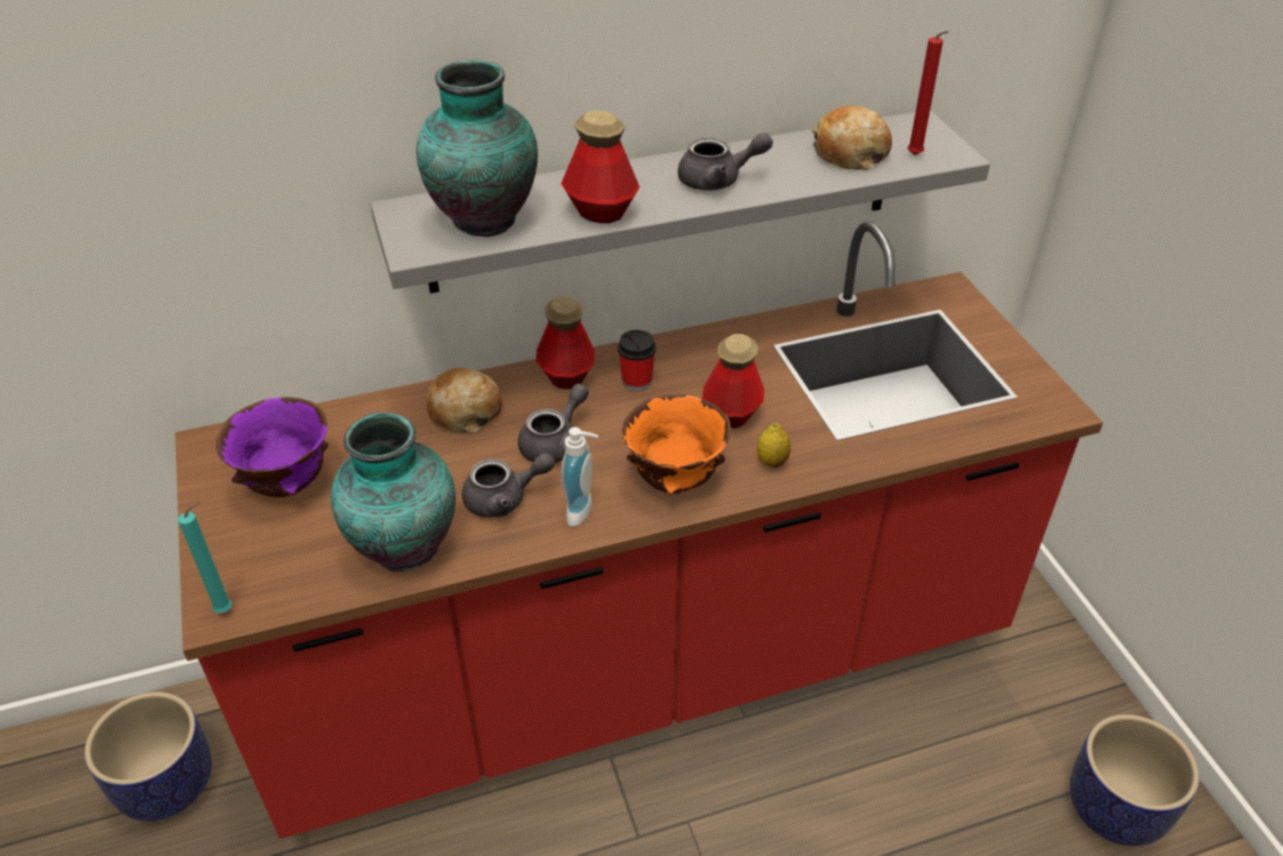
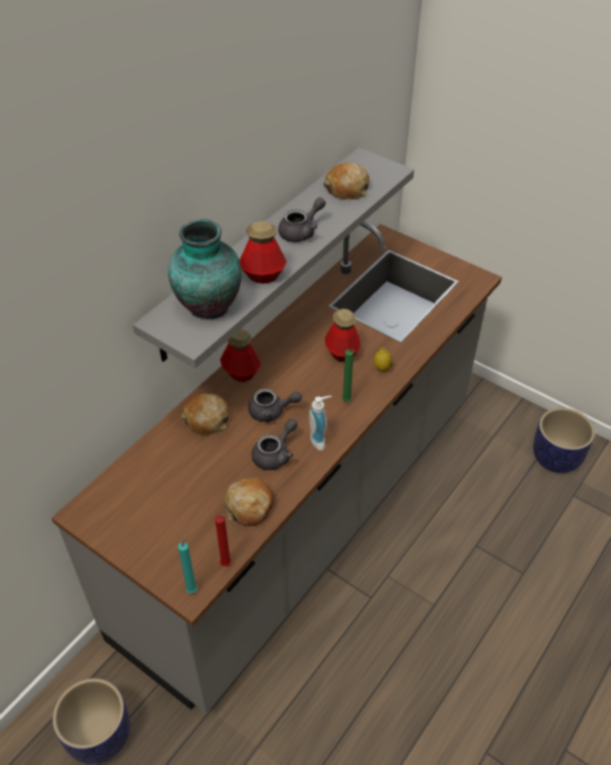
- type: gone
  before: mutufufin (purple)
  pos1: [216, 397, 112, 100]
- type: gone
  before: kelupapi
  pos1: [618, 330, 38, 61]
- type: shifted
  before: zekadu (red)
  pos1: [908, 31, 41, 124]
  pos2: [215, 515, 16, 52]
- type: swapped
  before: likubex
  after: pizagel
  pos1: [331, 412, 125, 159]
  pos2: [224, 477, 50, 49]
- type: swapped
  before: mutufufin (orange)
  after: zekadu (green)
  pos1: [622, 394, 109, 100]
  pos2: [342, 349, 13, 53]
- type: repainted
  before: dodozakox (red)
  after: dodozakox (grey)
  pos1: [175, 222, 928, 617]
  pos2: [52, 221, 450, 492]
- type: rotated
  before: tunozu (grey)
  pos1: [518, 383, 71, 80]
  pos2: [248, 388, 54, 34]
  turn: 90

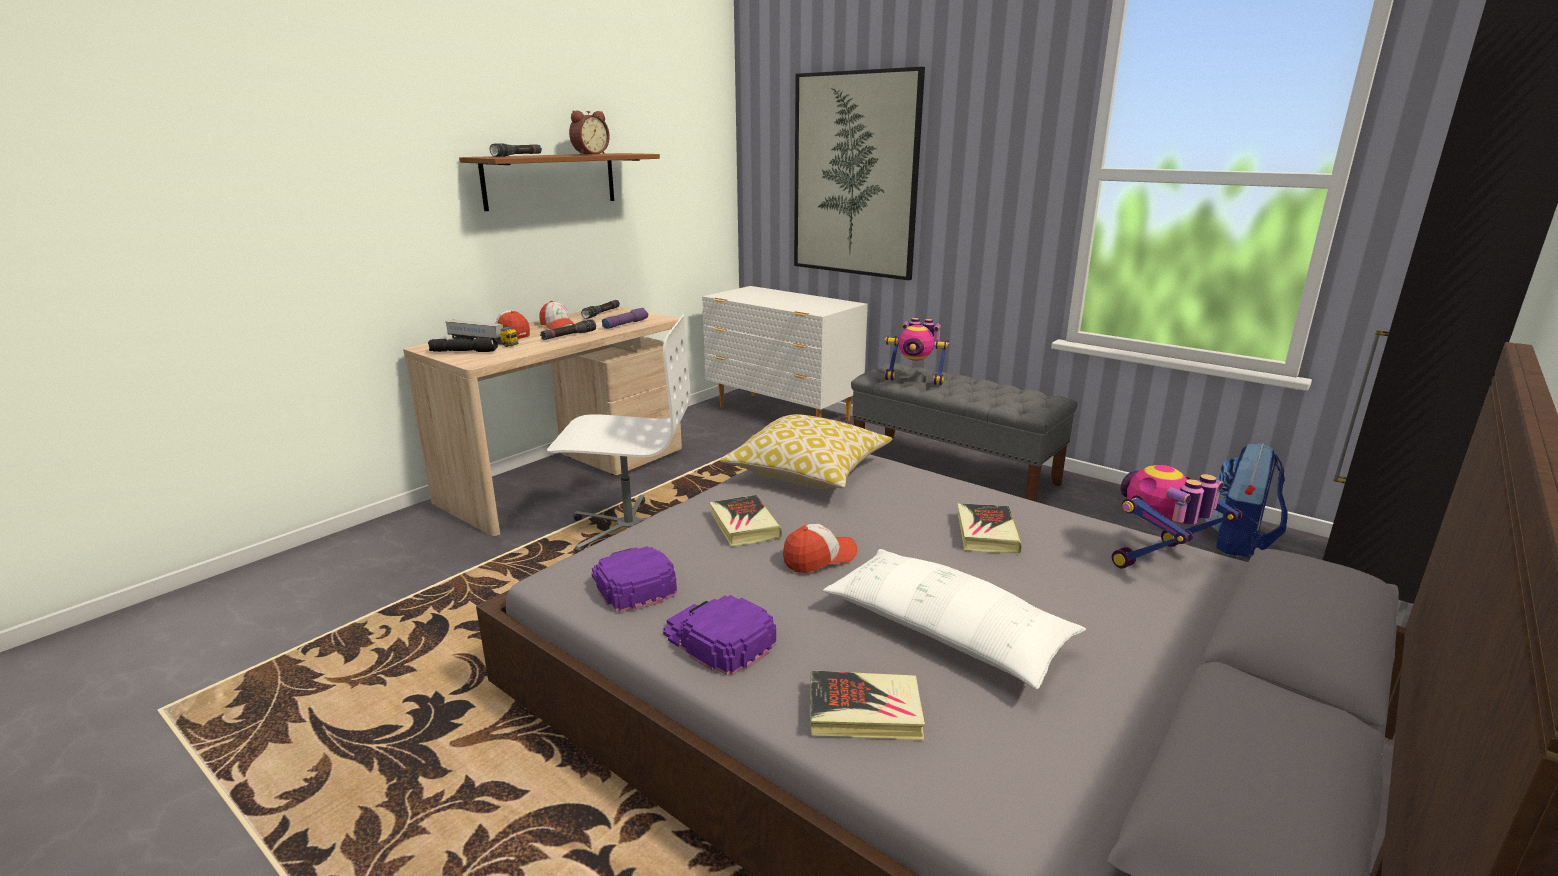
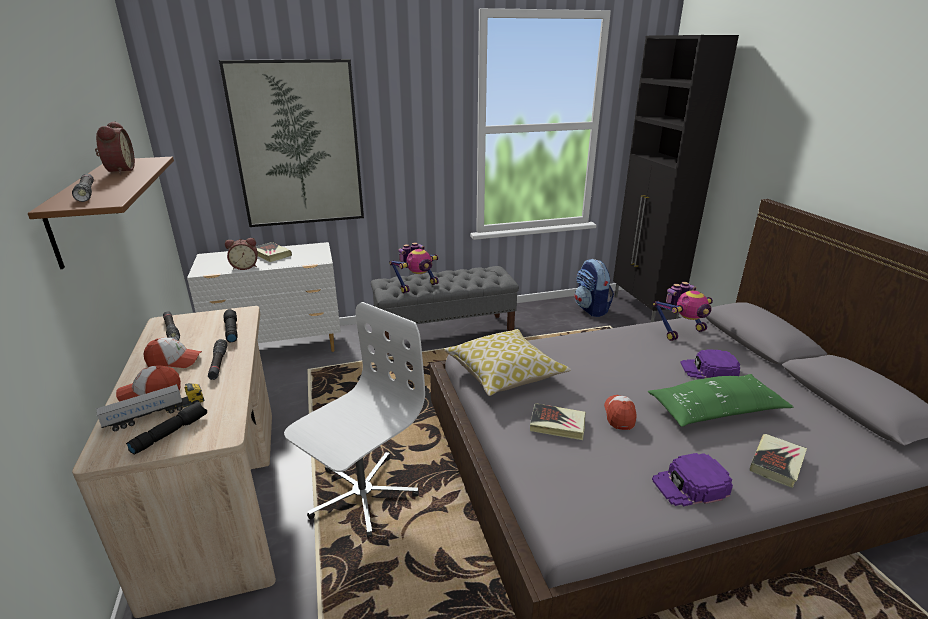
- type: new
  after: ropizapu
  pos2: [225, 238, 33, 32]
- type: shifted
  before: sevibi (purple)
  pos1: [592, 546, 85, 67]
  pos2: [680, 349, 60, 30]
- type: shifted
  before: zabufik
  pos1: [958, 503, 64, 51]
  pos2: [256, 242, 36, 20]
- type: repainted
  before: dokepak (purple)
  after: dokepak (black)
  pos1: [602, 308, 46, 21]
  pos2: [224, 309, 14, 33]
- type: repainted
  before: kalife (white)
  after: kalife (green)
  pos1: [823, 549, 263, 140]
  pos2: [648, 374, 146, 53]
- type: rotated
  before: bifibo
  pos1: [1112, 465, 130, 104]
  pos2: [653, 282, 60, 59]
  turn: -120

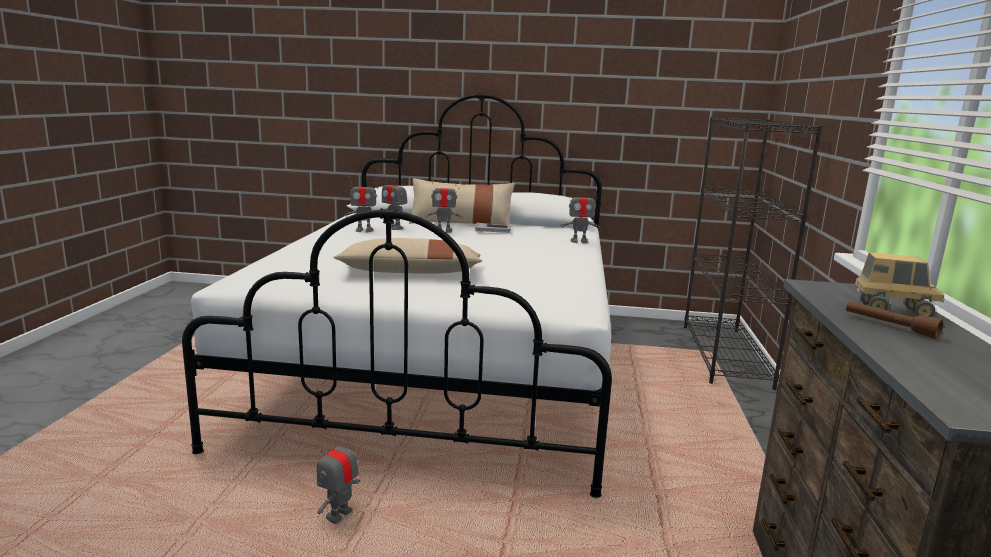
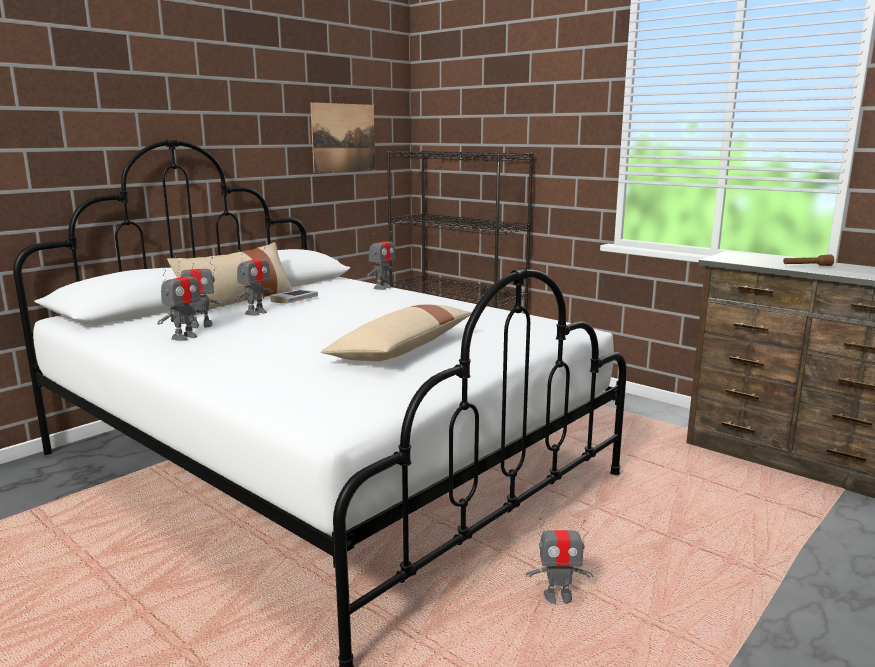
- type: gone
  before: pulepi
  pos1: [855, 252, 89, 65]
- type: new
  after: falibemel
  pos2: [310, 102, 65, 71]
- type: rotated
  before: bifibo
  pos1: [317, 430, 44, 94]
  pos2: [526, 517, 67, 87]
  turn: -60

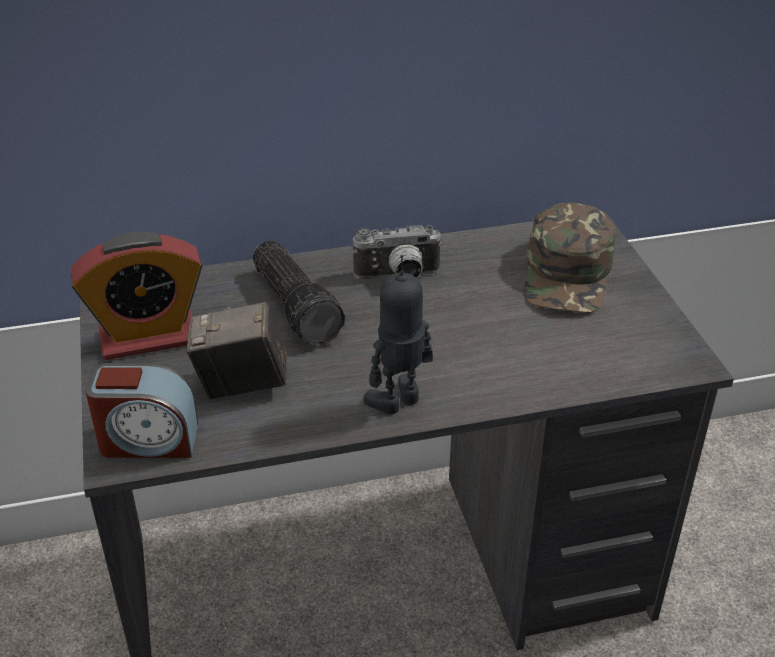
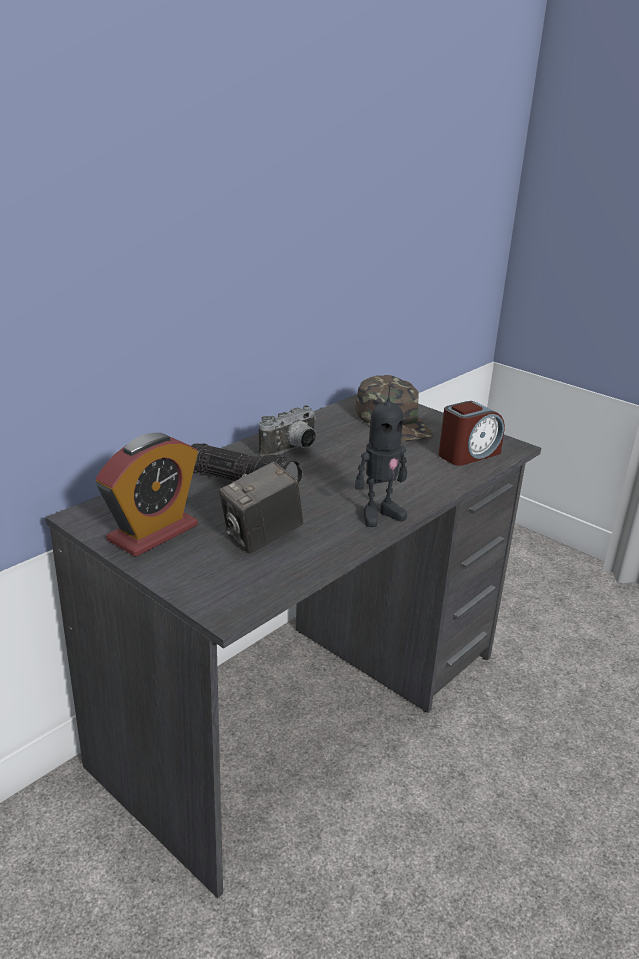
- type: shifted
  before: ropizapu
  pos1: [86, 363, 112, 95]
  pos2: [439, 401, 66, 65]
- type: rotated
  before: bifibo
  pos1: [363, 255, 70, 159]
  pos2: [355, 385, 52, 142]
  turn: -135

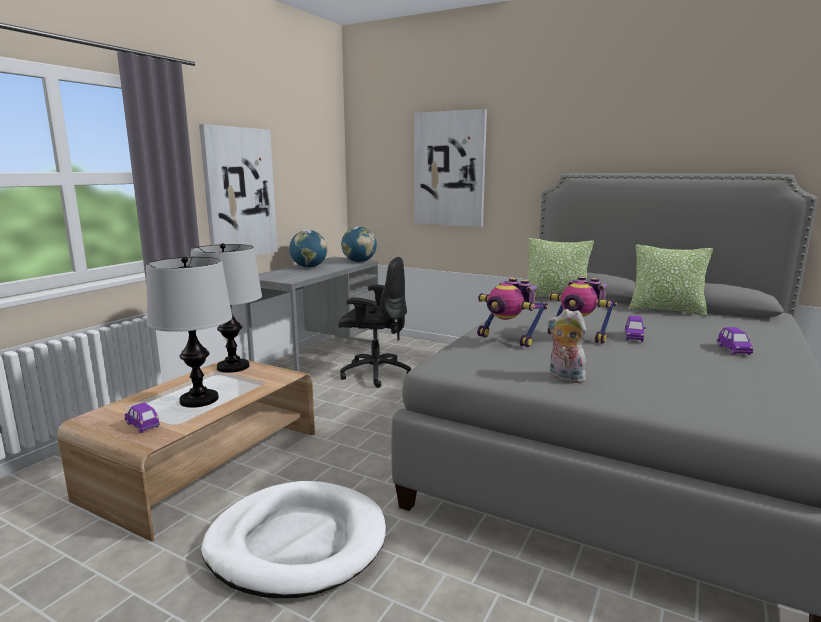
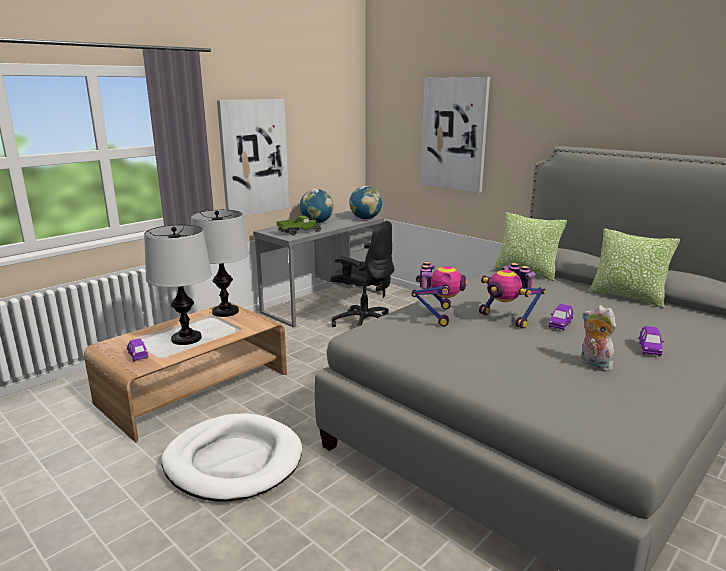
- type: new
  after: pulepi
  pos2: [277, 216, 45, 20]
- type: shifted
  before: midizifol
  pos1: [547, 309, 41, 74]
  pos2: [581, 305, 35, 67]
- type: rotated
  before: bifibo
  pos1: [477, 278, 71, 69]
  pos2: [411, 261, 56, 66]
  turn: -135

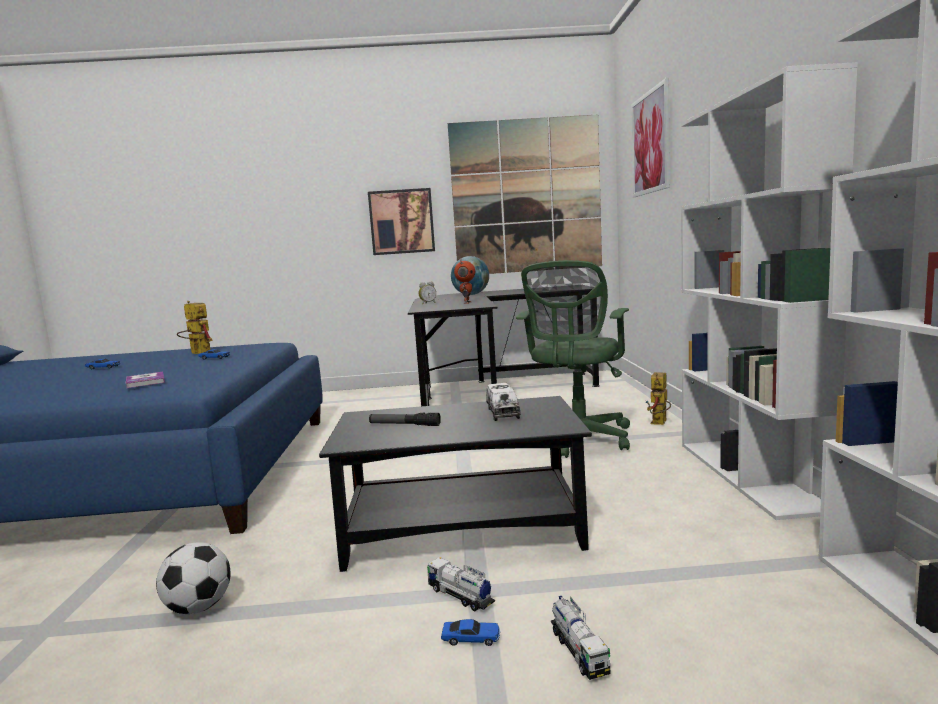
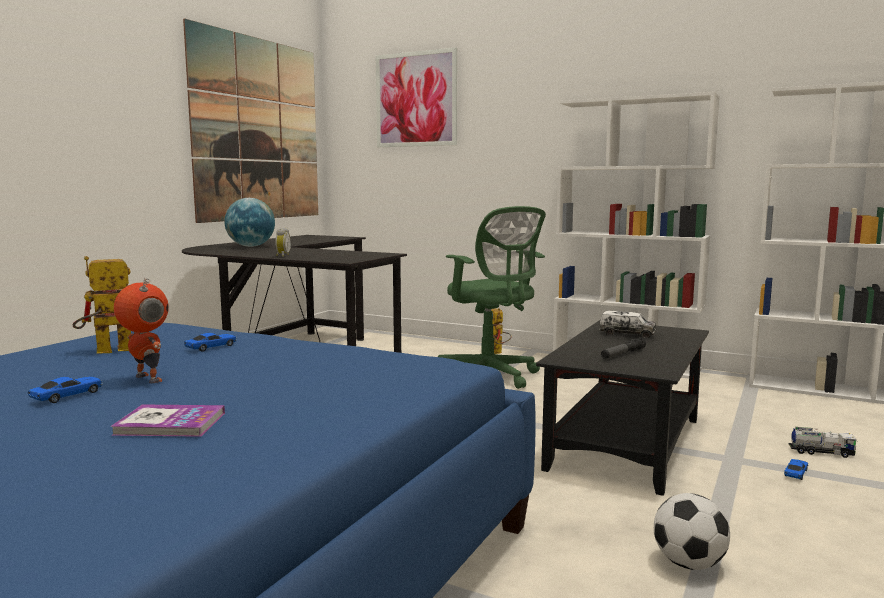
- type: gone
  before: falibemel
  pos1: [368, 188, 67, 67]
- type: gone
  before: pulepi
  pos1: [427, 557, 68, 54]
- type: shifted
  before: zabufik
  pos1: [126, 372, 39, 16]
  pos2: [110, 405, 115, 32]
- type: shifted
  before: bifibo
  pos1: [454, 258, 21, 46]
  pos2: [114, 278, 55, 105]

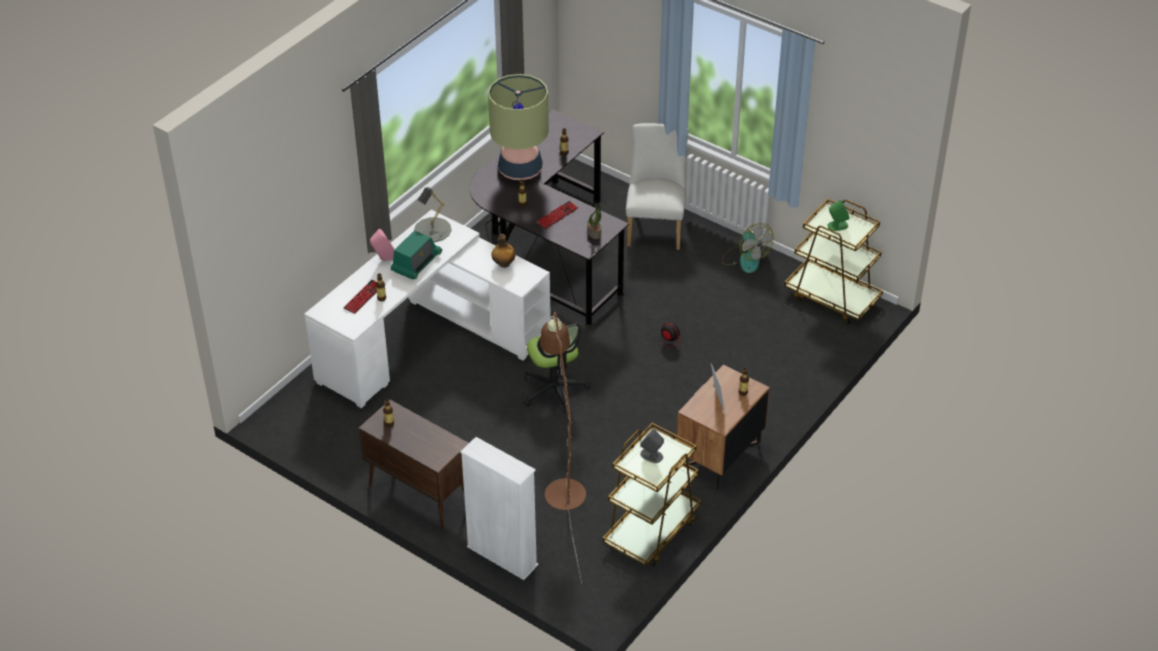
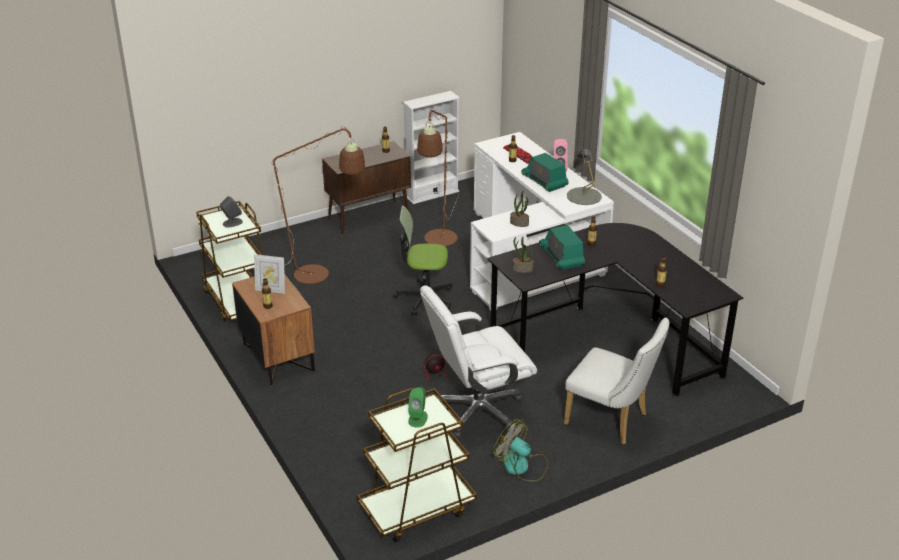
- type: gone
  before: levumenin
  pos1: [488, 74, 61, 106]
- type: new
  after: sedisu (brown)
  pos2: [417, 108, 42, 138]
- type: new
  after: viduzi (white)
  pos2: [420, 285, 117, 153]
- type: shifted
  before: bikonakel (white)
  pos1: [460, 437, 79, 143]
  pos2: [403, 91, 57, 113]
- type: swapped
  before: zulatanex
  after: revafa
  pos1: [491, 234, 25, 34]
  pos2: [510, 190, 19, 37]
- type: swapped
  before: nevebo
  after: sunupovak
  pos1: [536, 201, 42, 28]
  pos2: [539, 225, 46, 45]
- type: rotated
  before: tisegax
  pos1: [722, 223, 52, 50]
  pos2: [493, 419, 55, 63]
  turn: 45

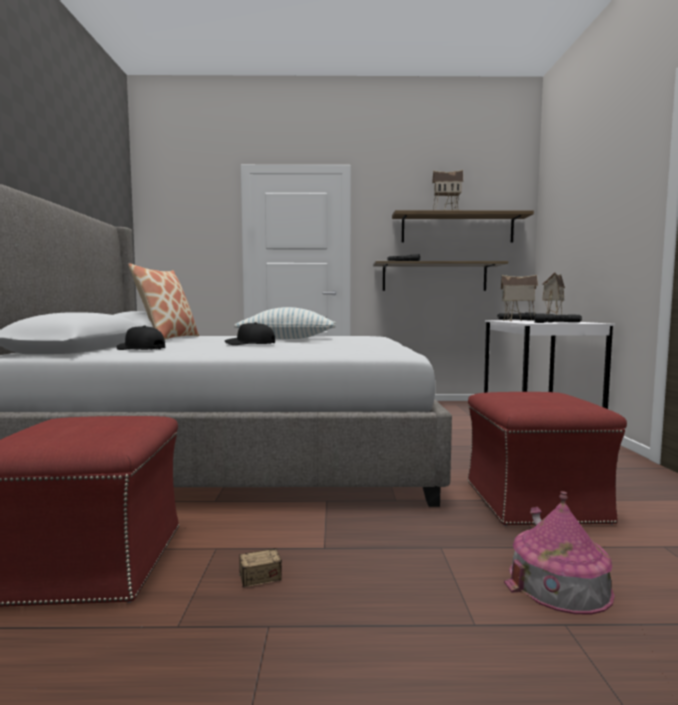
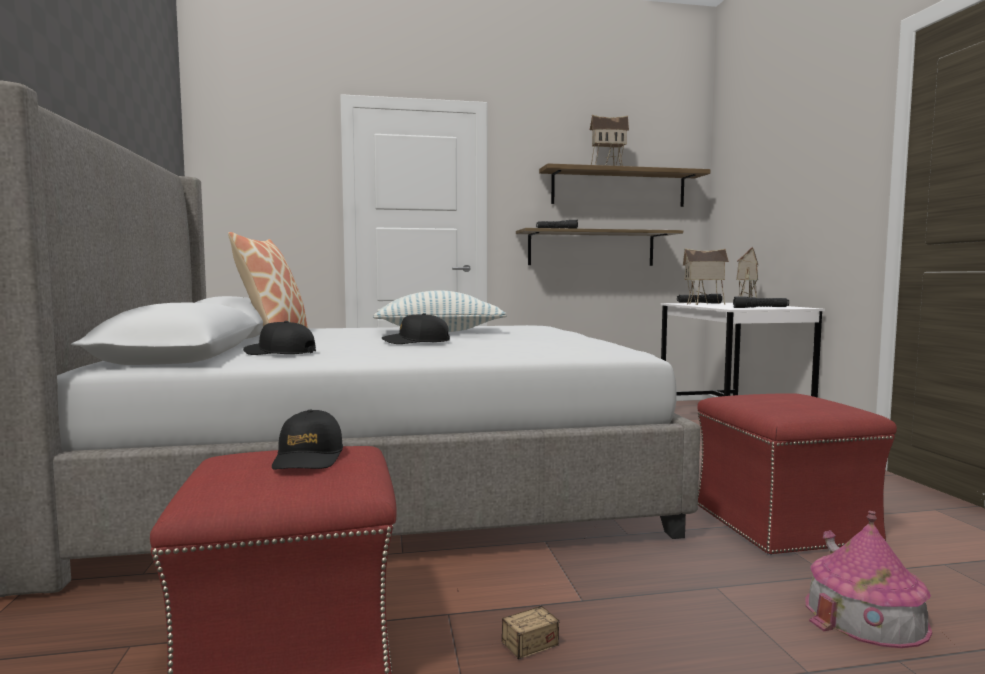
- type: new
  after: sevibi (black)
  pos2: [272, 410, 71, 60]

